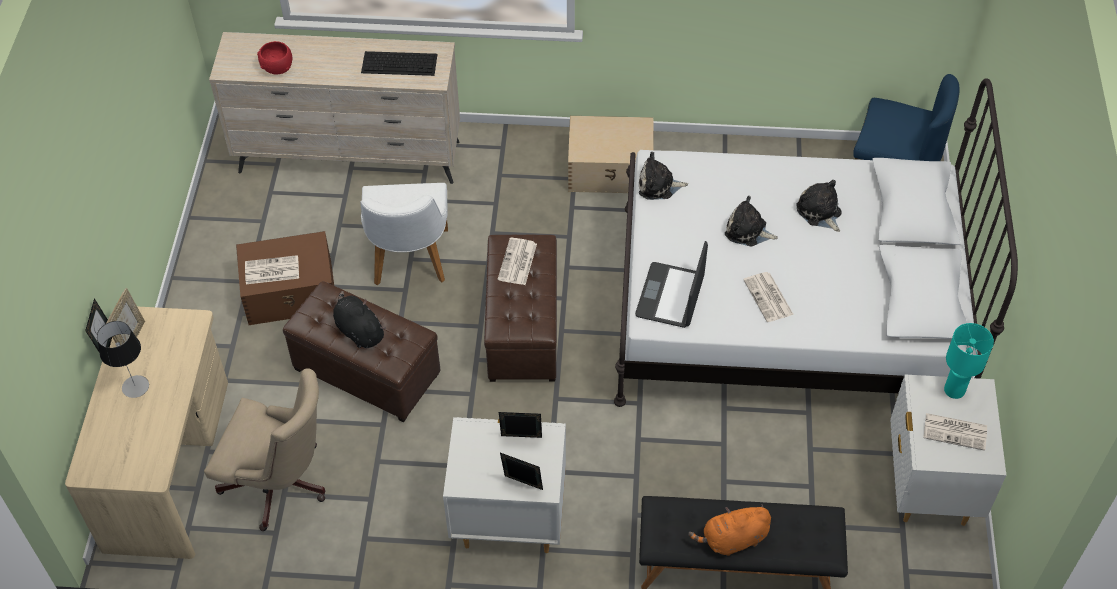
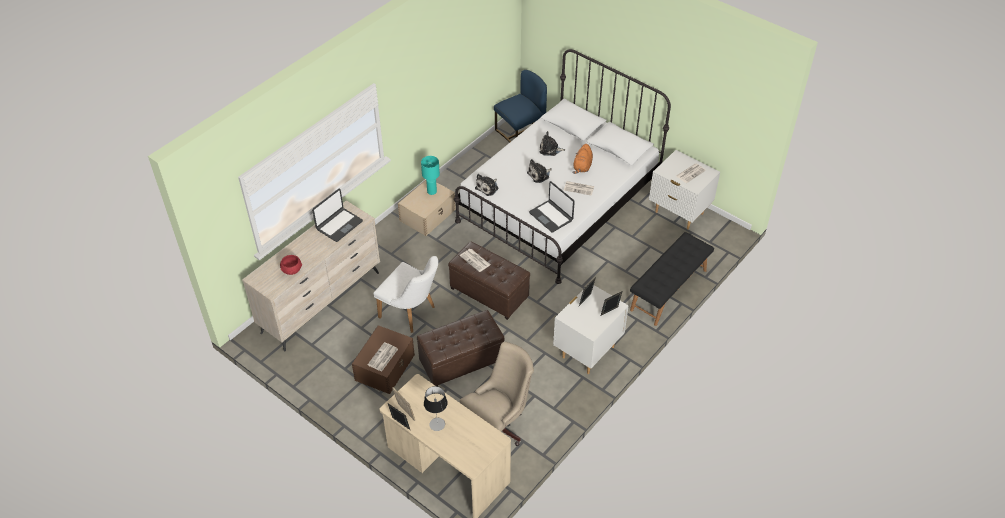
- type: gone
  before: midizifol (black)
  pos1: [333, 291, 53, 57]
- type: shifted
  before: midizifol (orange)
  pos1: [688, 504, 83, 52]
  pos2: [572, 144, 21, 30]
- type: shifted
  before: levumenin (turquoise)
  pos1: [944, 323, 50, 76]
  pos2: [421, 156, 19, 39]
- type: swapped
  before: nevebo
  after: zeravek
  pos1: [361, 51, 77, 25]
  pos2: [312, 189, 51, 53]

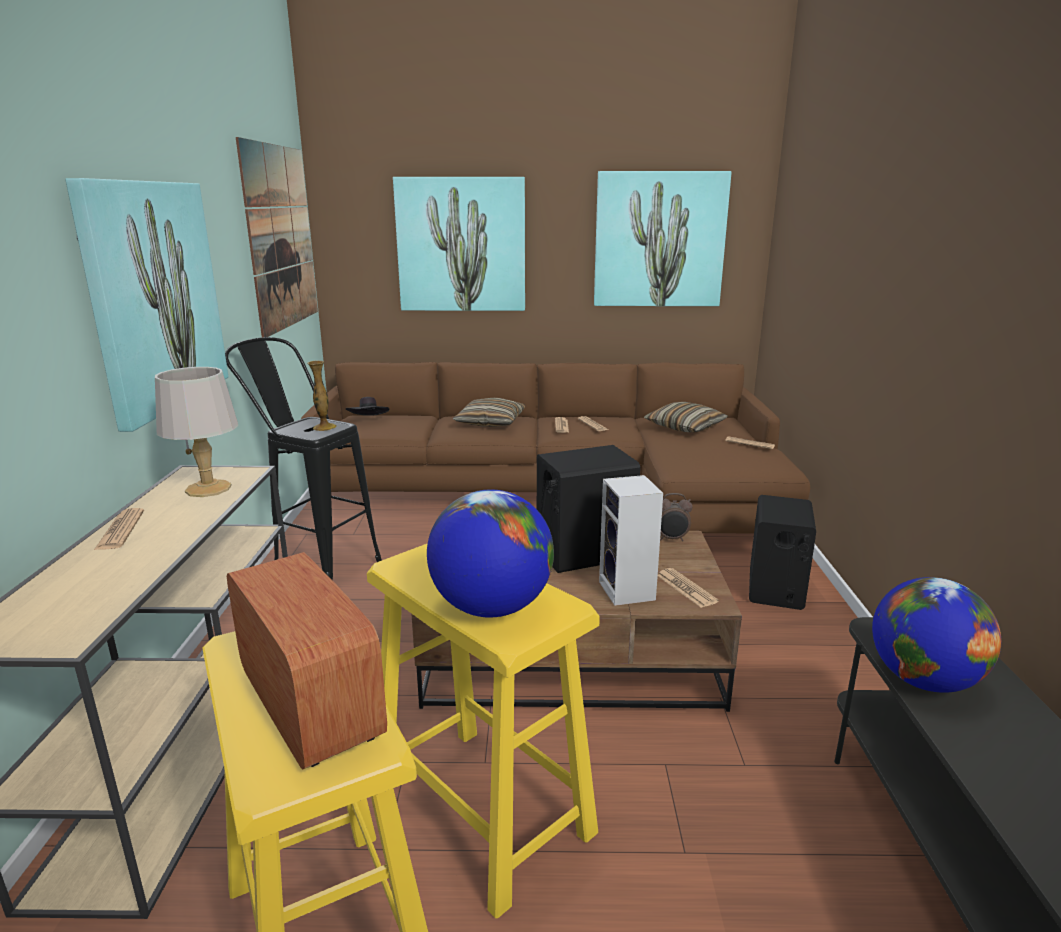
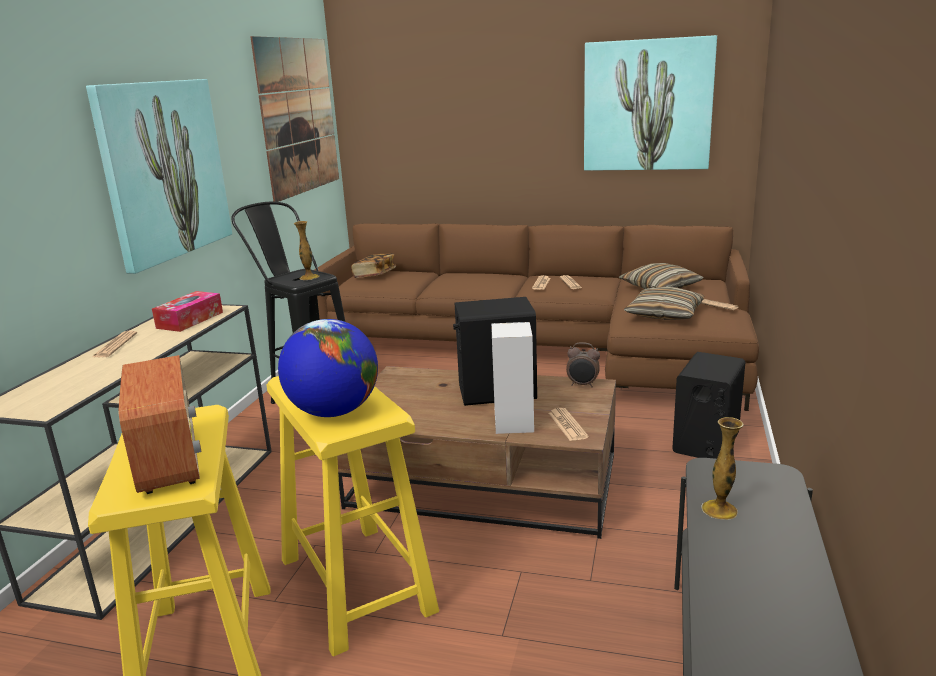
- type: gone
  before: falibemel
  pos1: [393, 177, 132, 134]
- type: shifted
  before: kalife
  pos1: [453, 398, 72, 29]
  pos2: [624, 287, 80, 33]
- type: swapped
  before: levumenin (grey)
  after: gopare
  pos1: [155, 367, 83, 130]
  pos2: [152, 291, 71, 41]
- type: swapped
  before: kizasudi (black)
  after: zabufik
  pos1: [346, 397, 43, 19]
  pos2: [351, 253, 45, 25]
- type: swapped
  before: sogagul
  after: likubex
  pos1: [872, 577, 129, 116]
  pos2: [701, 417, 43, 103]

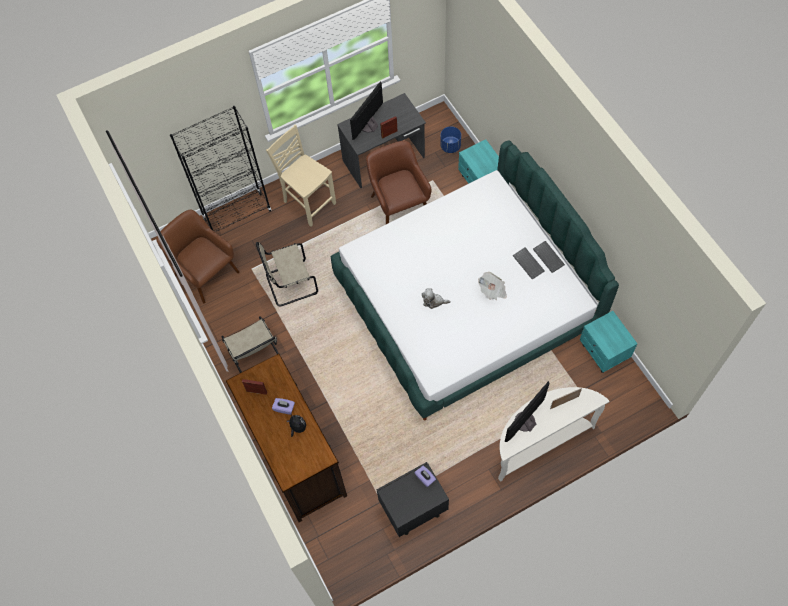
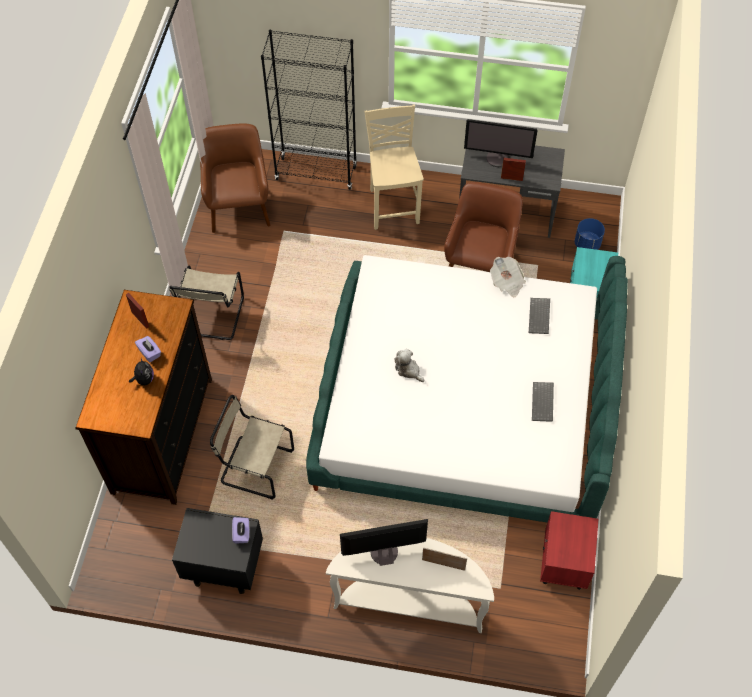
- type: shifted
  before: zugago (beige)
  pos1: [256, 242, 62, 65]
  pos2: [210, 395, 84, 105]
- type: shifted
  before: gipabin
  pos1: [478, 272, 29, 28]
  pos2: [490, 257, 36, 40]
- type: shifted
  before: nevebo
  pos1: [533, 241, 32, 32]
  pos2: [529, 298, 21, 36]
- type: repainted
  before: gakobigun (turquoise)
  after: gakobigun (red)
  pos1: [580, 311, 57, 62]
  pos2: [540, 511, 58, 79]
- type: rotated
  before: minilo
  pos1: [350, 81, 33, 59]
  pos2: [464, 119, 74, 48]
  turn: -150

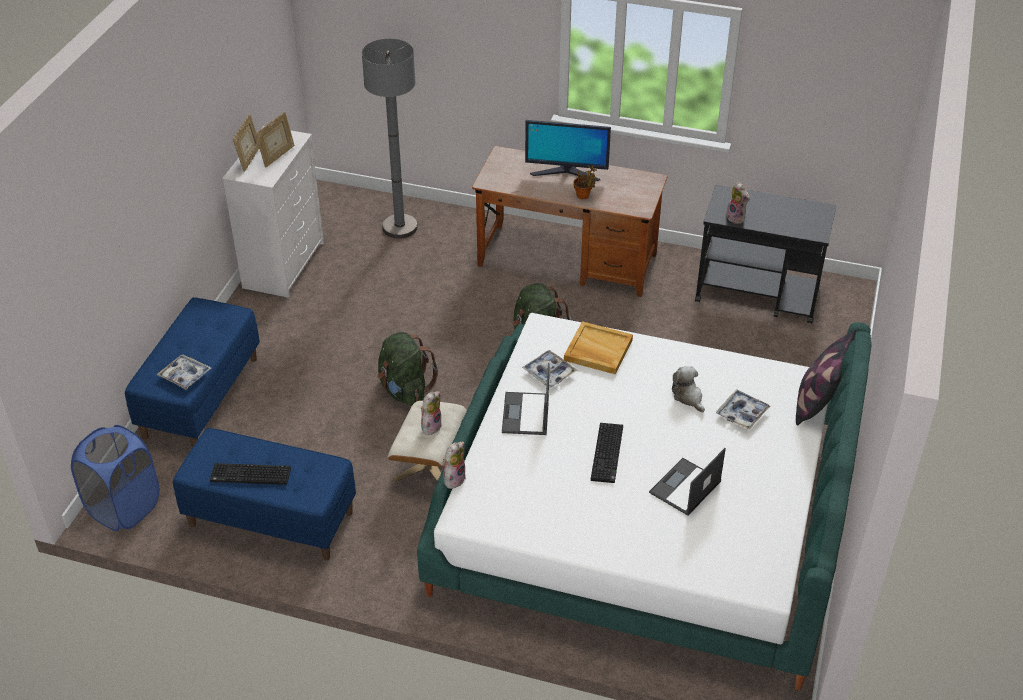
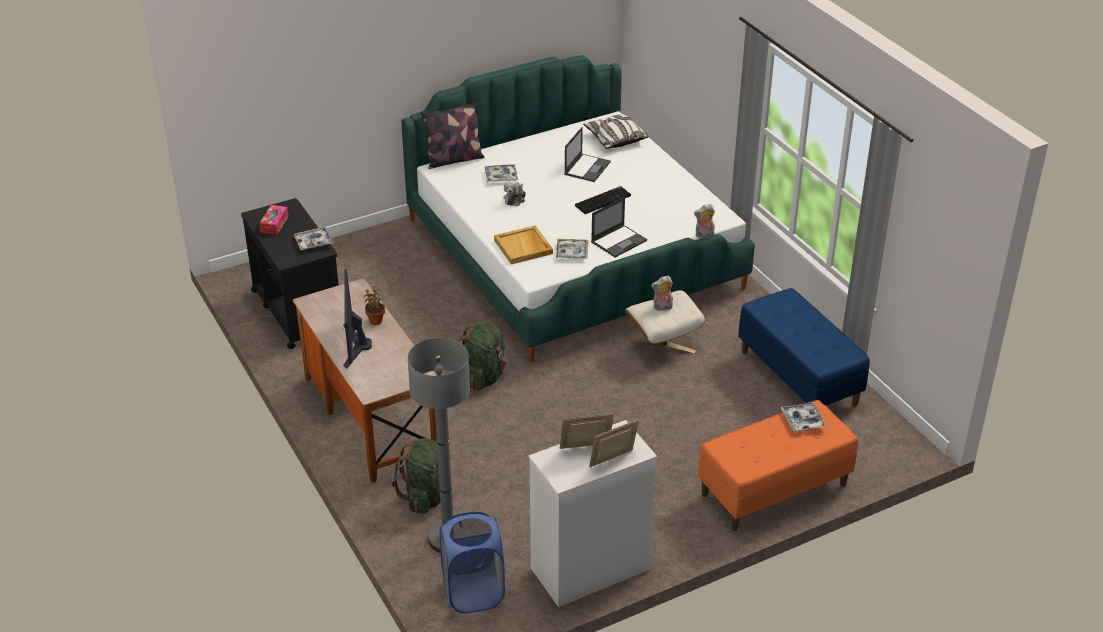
- type: gone
  before: nevebo
  pos1: [210, 463, 81, 22]
- type: new
  after: gopare
  pos2: [260, 205, 29, 30]
- type: new
  after: kalife
  pos2: [583, 113, 67, 36]
- type: shifted
  before: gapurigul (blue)
  pos1: [71, 425, 88, 106]
  pos2: [440, 511, 65, 102]
- type: shifted
  before: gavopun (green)
  pos1: [377, 332, 61, 74]
  pos2: [392, 438, 60, 76]
- type: swapped
  before: midizifol
  after: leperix
  pos1: [726, 182, 24, 42]
  pos2: [293, 227, 41, 23]
- type: repainted
  before: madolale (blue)
  after: madolale (orange)
  pos1: [125, 297, 135, 151]
  pos2: [698, 400, 160, 131]
- type: rotated
  before: minilo
  pos1: [525, 120, 86, 62]
  pos2: [343, 269, 29, 100]
  turn: -150
- type: rotated
  before: zeravek
  pos1: [649, 448, 77, 68]
  pos2: [564, 127, 47, 55]
  turn: -60

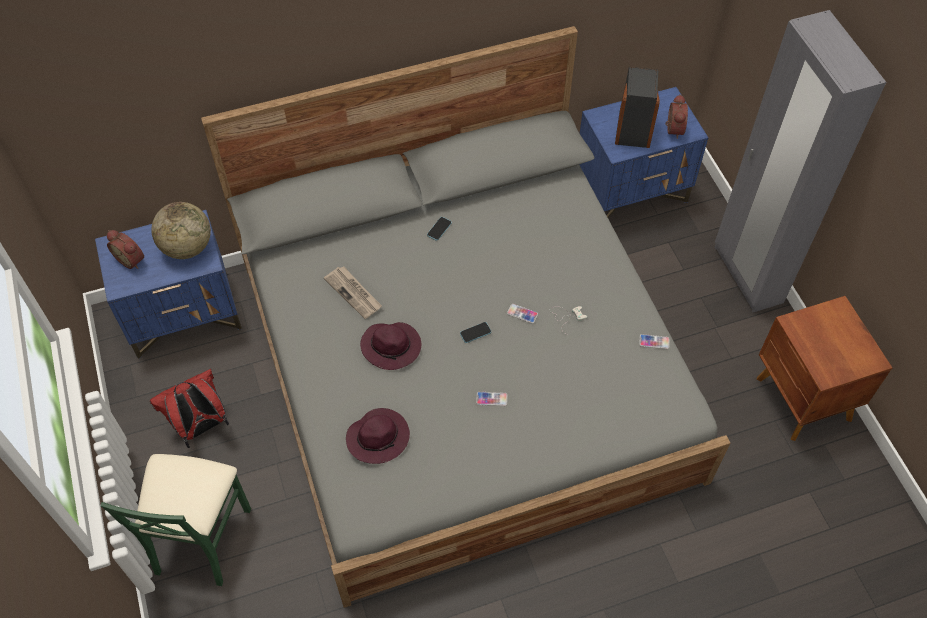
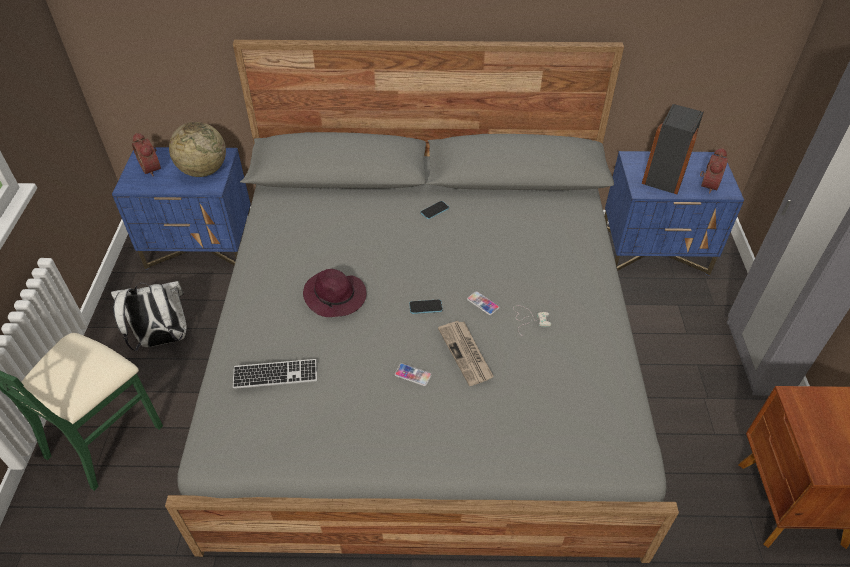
- type: gone
  before: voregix
  pos1: [639, 334, 30, 15]
- type: shifted
  before: gipabin
  pos1: [324, 266, 58, 53]
  pos2: [438, 321, 56, 65]
- type: swapped
  before: kizasudi (purple)
  after: nevebo
  pos1: [346, 408, 64, 56]
  pos2: [233, 359, 84, 30]
- type: repainted
  before: gavopun (red)
  after: gavopun (white)
  pos1: [149, 369, 80, 79]
  pos2: [111, 281, 76, 70]

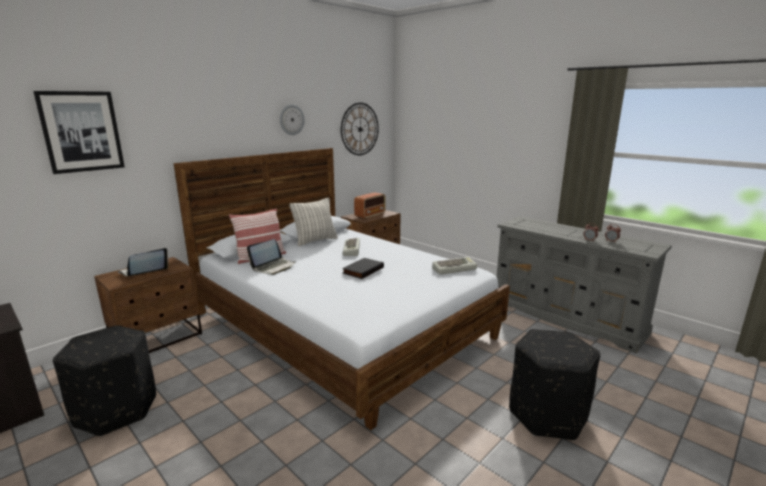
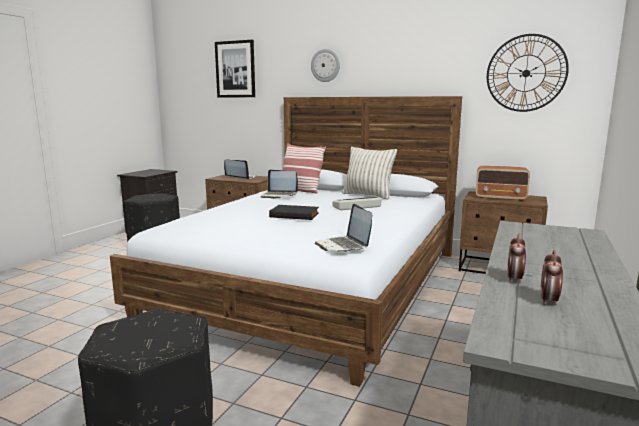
- type: shifted
  before: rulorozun
  pos1: [280, 104, 25, 31]
  pos2: [311, 49, 29, 33]
- type: swapped
  before: nevebo
  after: zeravek
  pos1: [432, 257, 45, 18]
  pos2: [315, 204, 57, 48]

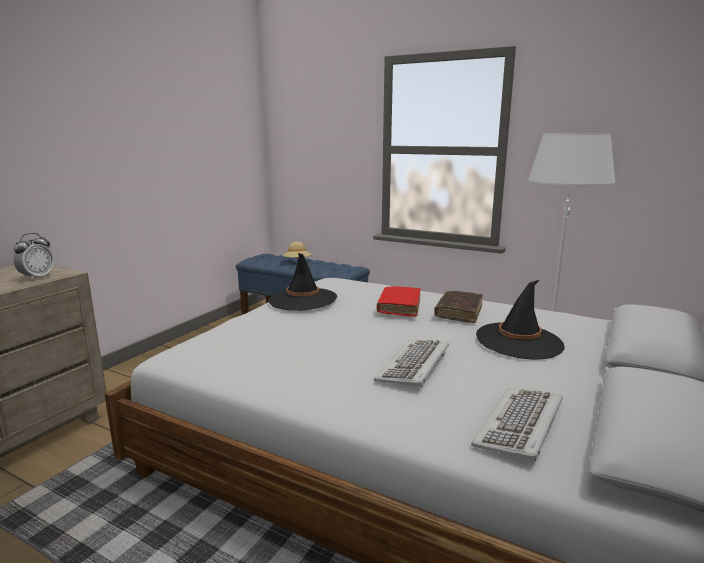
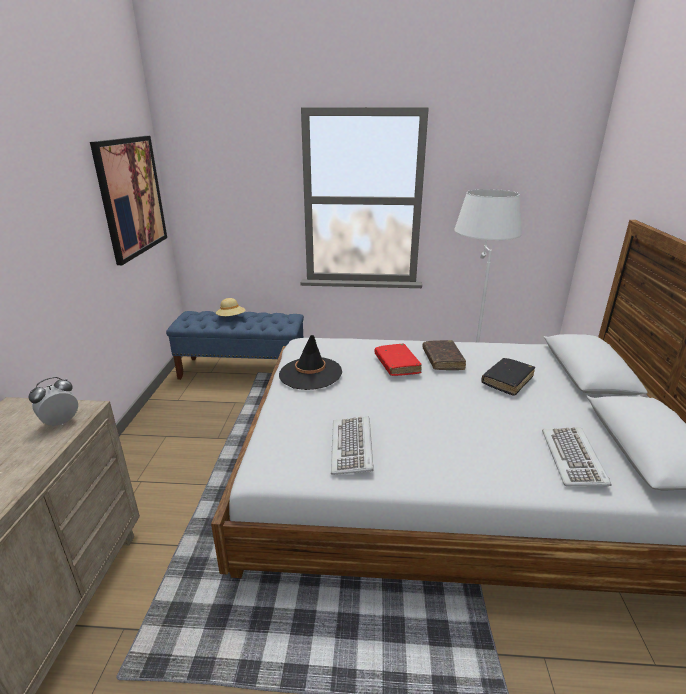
- type: new
  after: falibemel
  pos2: [90, 136, 77, 129]
- type: shifted
  before: nevebo
  pos1: [374, 340, 75, 48]
  pos2: [331, 417, 43, 58]
- type: swapped
  before: kizasudi (black)
  after: zabufik (black)
  pos1: [476, 280, 89, 80]
  pos2: [481, 358, 54, 38]
- type: rotated
  before: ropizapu
  pos1: [13, 233, 41, 47]
  pos2: [28, 377, 50, 49]
  turn: -135

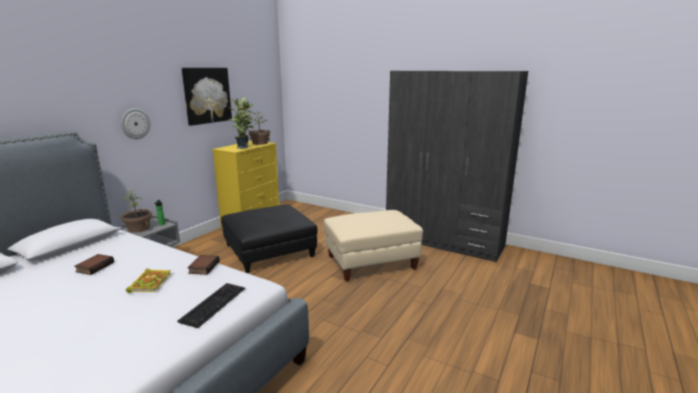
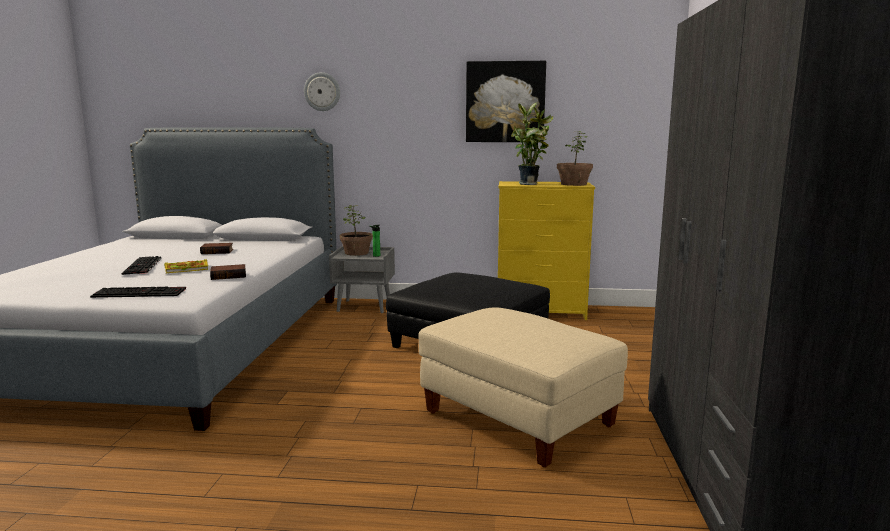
- type: new
  after: nevebo
  pos2: [121, 256, 40, 19]
- type: shifted
  before: rulorozun
  pos1: [121, 108, 29, 31]
  pos2: [304, 72, 36, 39]

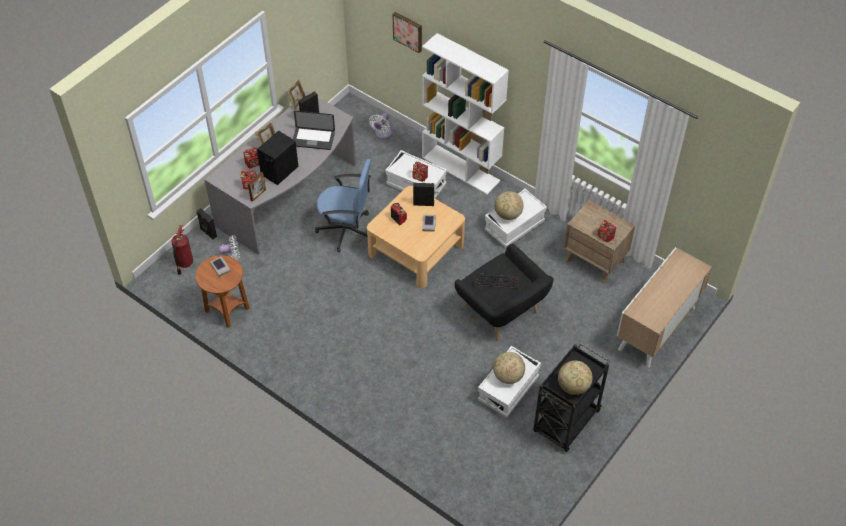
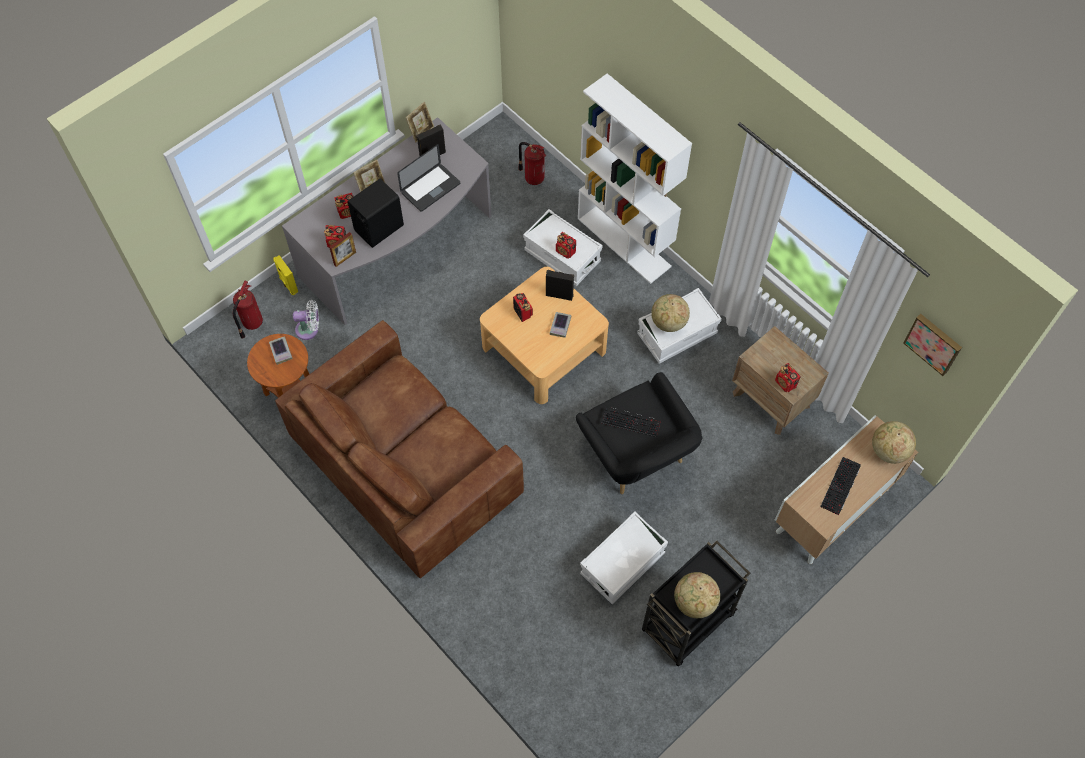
- type: gone
  before: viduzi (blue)
  pos1: [315, 159, 56, 93]
- type: new
  after: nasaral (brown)
  pos2: [275, 320, 249, 258]
- type: new
  after: nevebo
  pos2: [820, 457, 41, 58]
- type: shifted
  before: falibemel
  pos1: [392, 12, 30, 41]
  pos2: [903, 314, 59, 62]
- type: shifted
  before: sogagul
  pos1: [493, 352, 32, 32]
  pos2: [872, 421, 44, 43]
- type: swapped
  before: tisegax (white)
  after: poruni
  pos1: [369, 113, 23, 26]
  pos2: [518, 142, 28, 43]
- type: repainted
  before: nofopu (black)
  after: nofopu (yellow)
  pos1: [196, 208, 21, 32]
  pos2: [273, 255, 25, 40]
- type: rotated
  before: zeravek
  pos1: [293, 111, 42, 39]
  pos2: [397, 144, 63, 68]
  turn: -60

